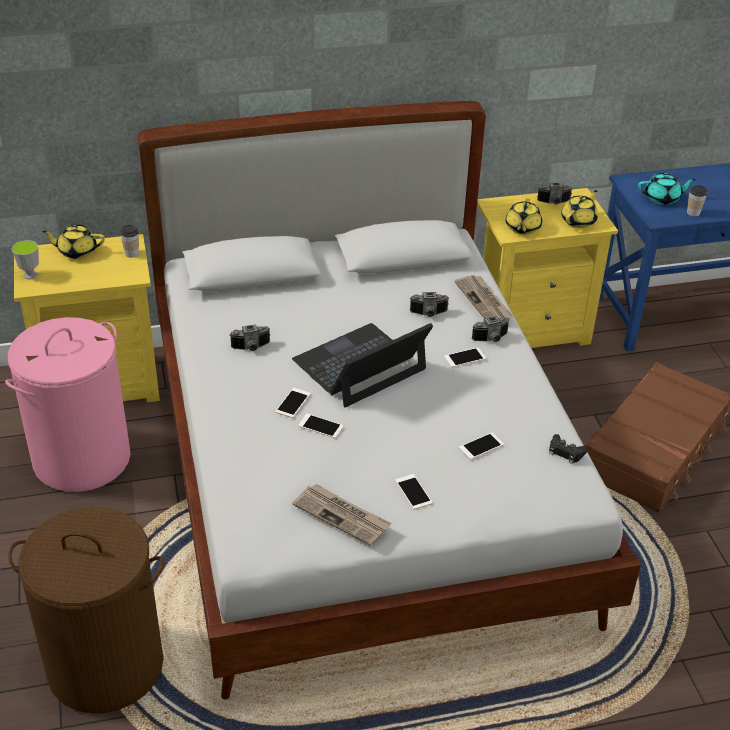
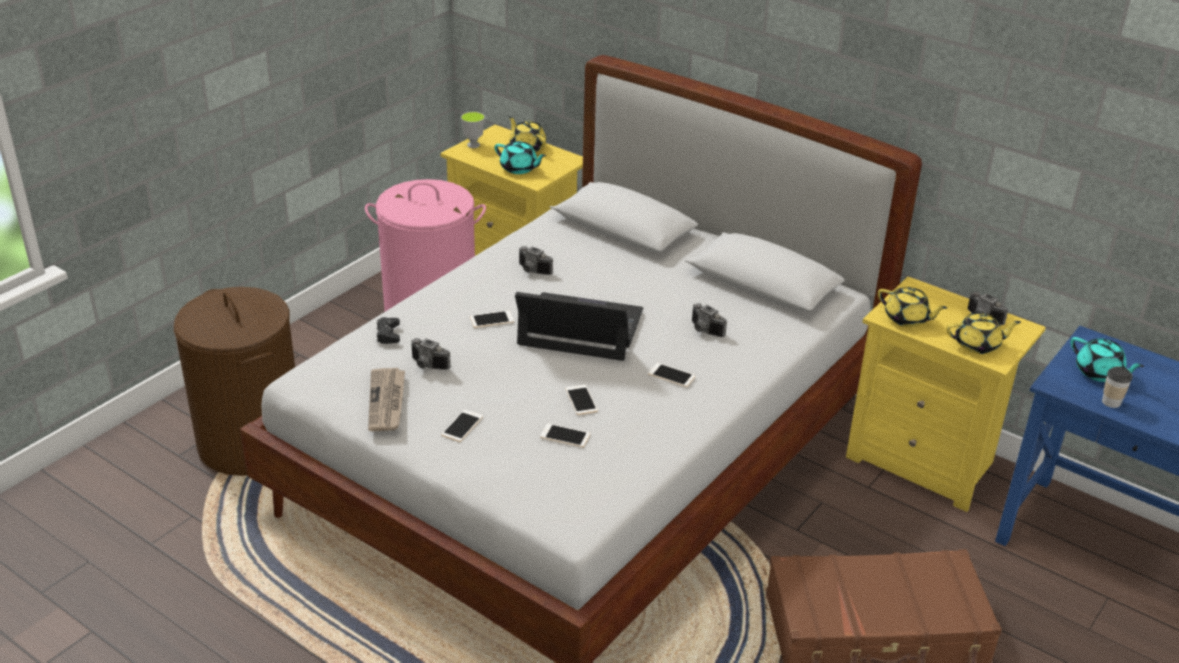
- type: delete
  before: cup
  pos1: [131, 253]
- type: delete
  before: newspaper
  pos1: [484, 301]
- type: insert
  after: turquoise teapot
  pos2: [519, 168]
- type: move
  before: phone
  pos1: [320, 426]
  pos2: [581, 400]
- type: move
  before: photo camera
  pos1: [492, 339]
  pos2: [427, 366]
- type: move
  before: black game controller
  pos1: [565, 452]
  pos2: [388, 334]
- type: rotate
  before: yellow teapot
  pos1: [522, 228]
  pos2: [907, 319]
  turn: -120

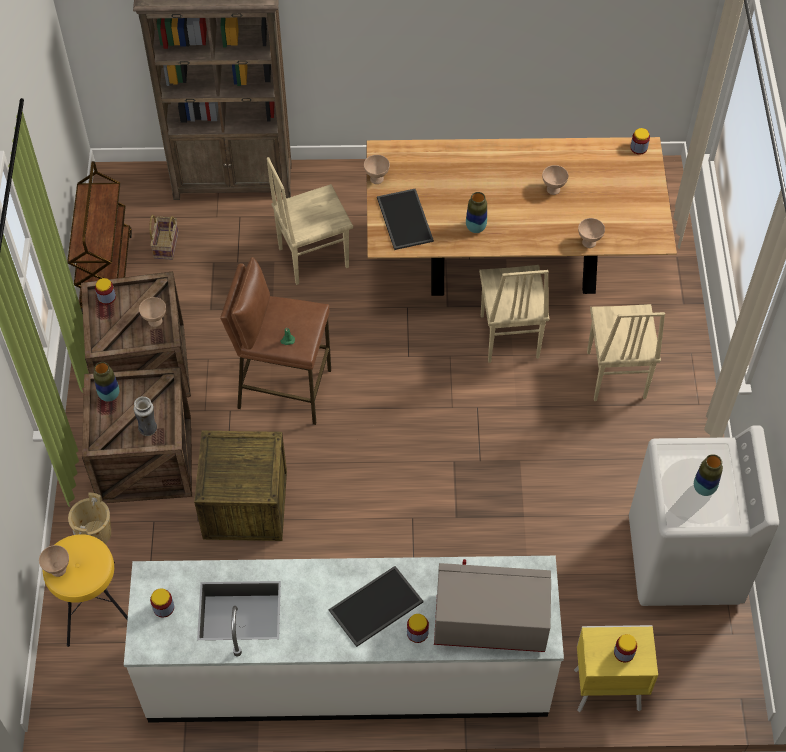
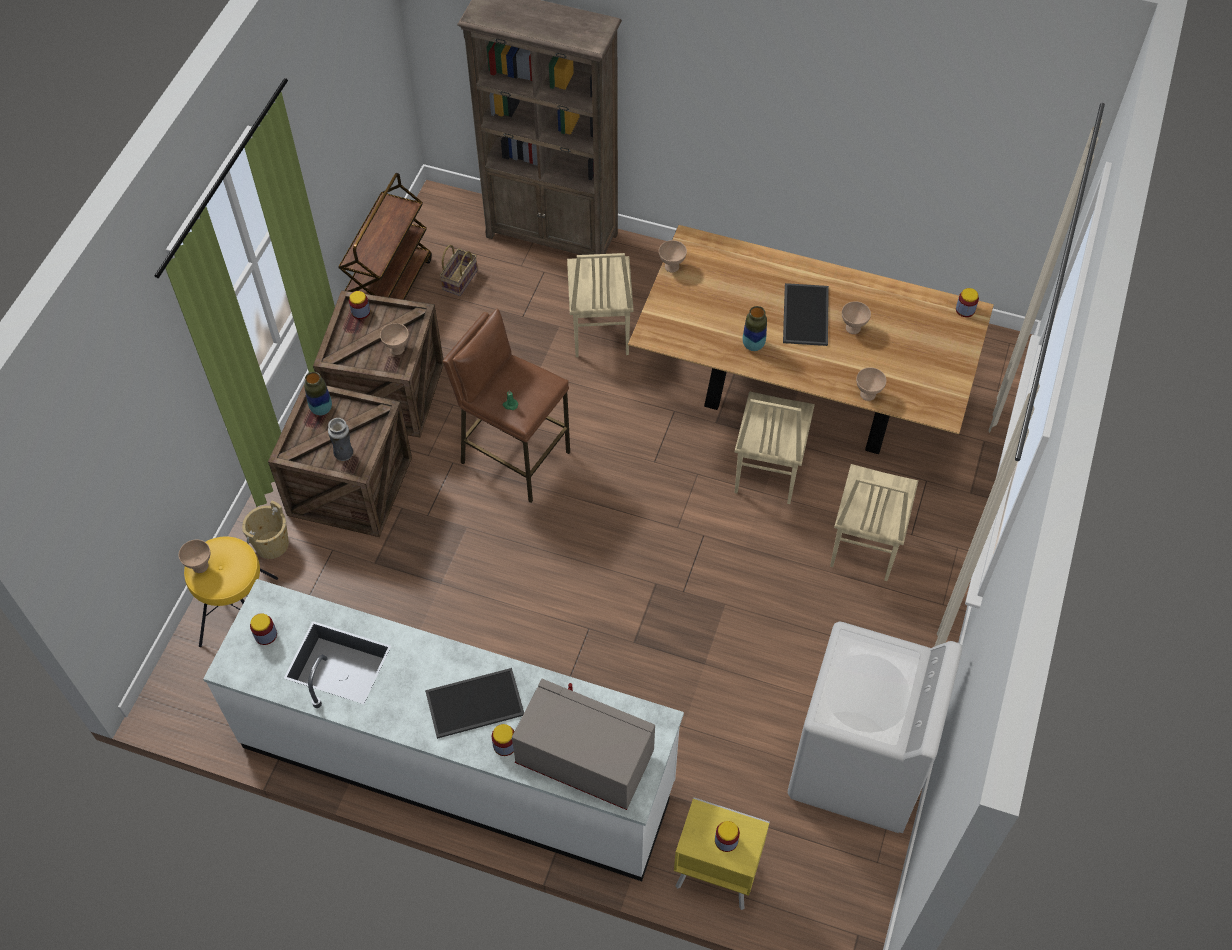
- type: delete
  before: crate
  pos1: [245, 505]
- type: delete
  before: vase
  pos1: [704, 488]
- type: move
  before: tray
  pos1: [403, 219]
  pos2: [804, 314]
- type: rotate
  before: beige chair
  pos1: [312, 257]
  pos2: [599, 333]
  turn: -90

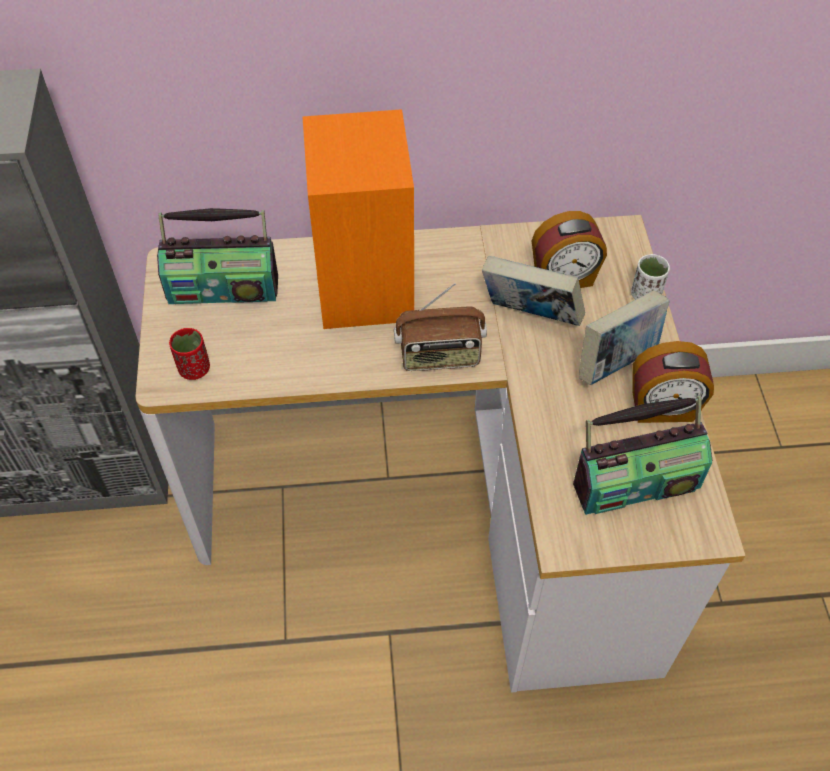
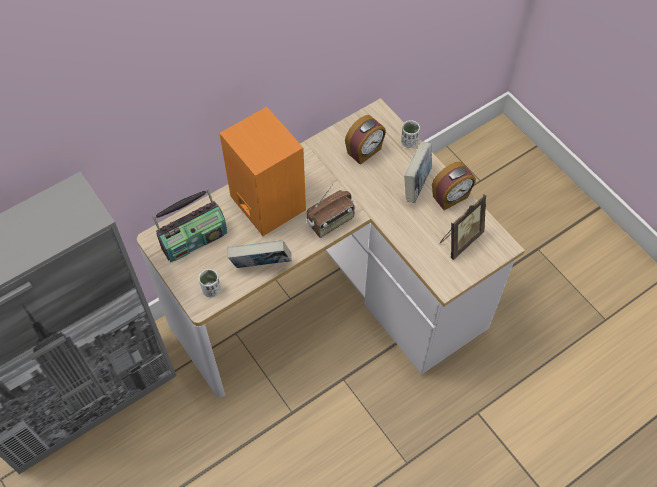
- type: move
  before: book
  pos1: [529, 316]
  pos2: [261, 266]
- type: replace
  before: radio
  after: picture frame
  pos1: [635, 482]
  pos2: [459, 240]
- type: recolor
  before: red cup
  after: white cup
  pos1: [194, 369]
  pos2: [211, 290]

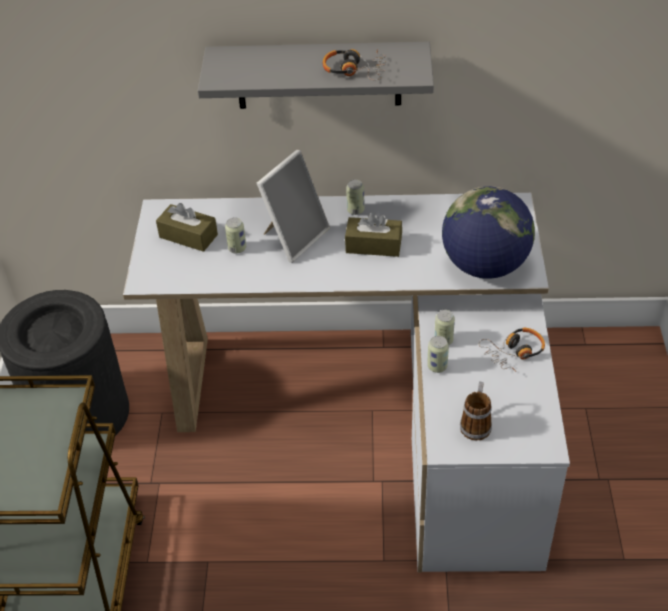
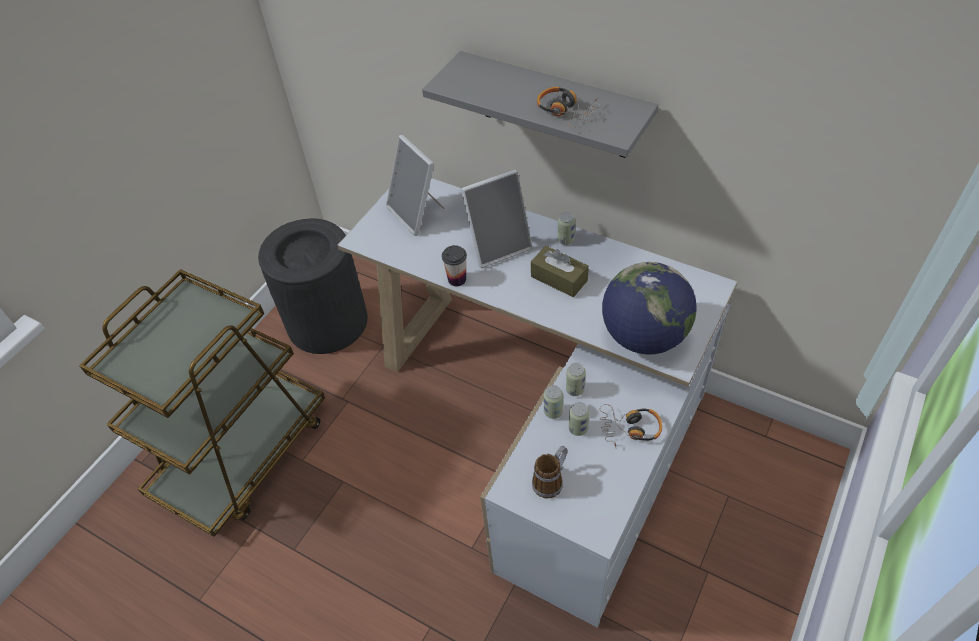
- type: insert
  after: cup
  pos2: [457, 279]
- type: move
  before: can
  pos1: [237, 248]
  pos2: [578, 428]
- type: replace
  before: brown tissue box
  after: picture frame
  pos1: [188, 236]
  pos2: [417, 213]

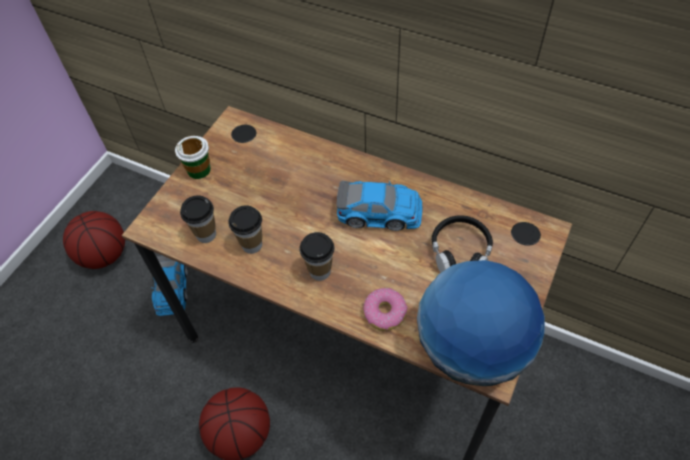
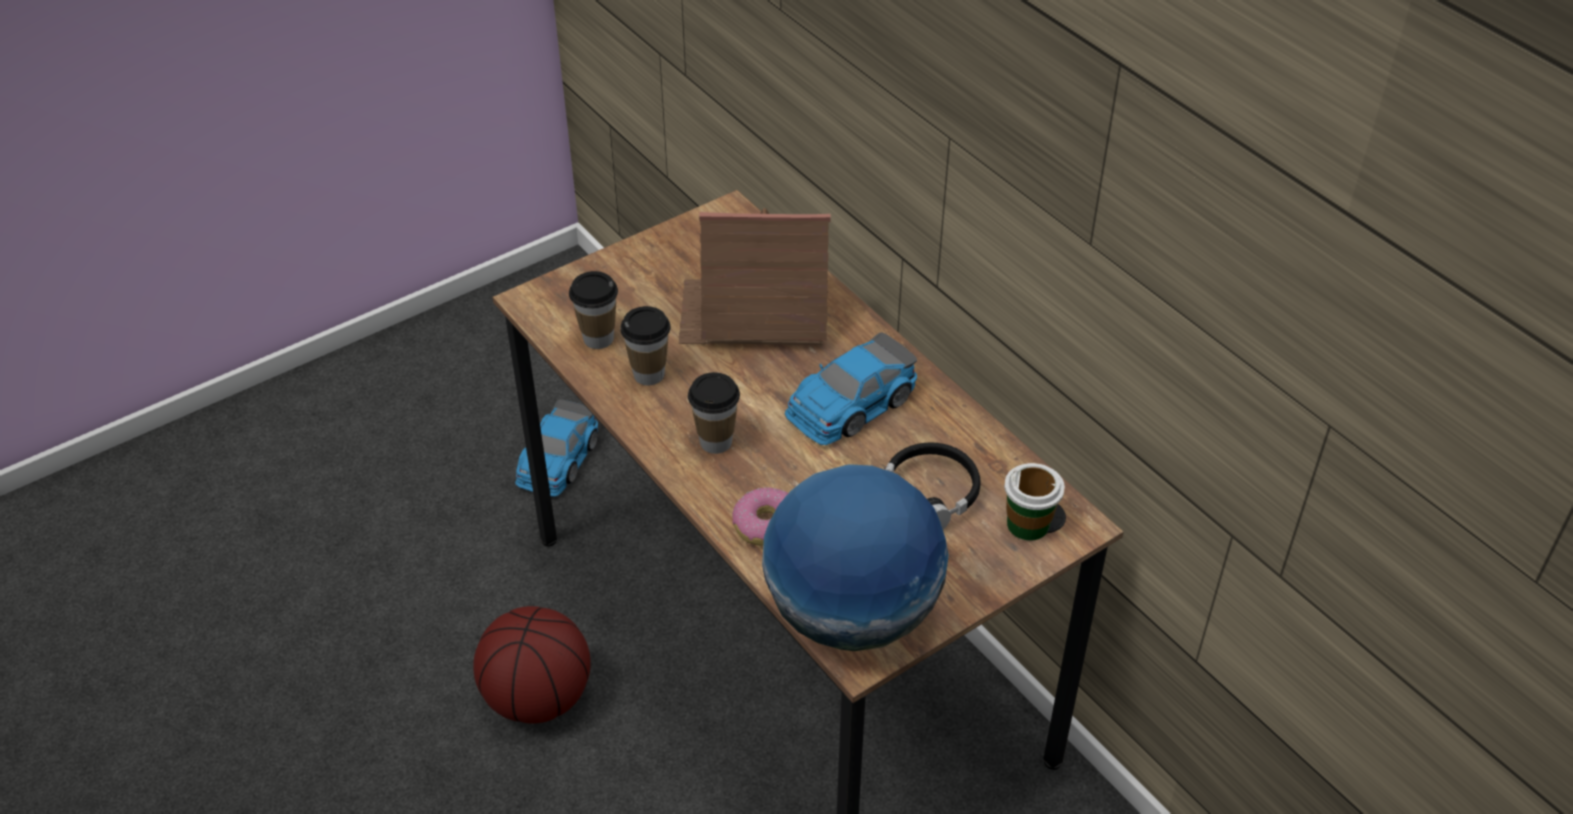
- type: delete
  before: basketball
  pos1: [104, 254]
- type: insert
  after: toy house
  pos2: [756, 313]
- type: move
  before: cup
  pos1: [199, 170]
  pos2: [1028, 524]
- type: rotate
  before: toy car
  pos1: [380, 212]
  pos2: [850, 404]
  turn: 105

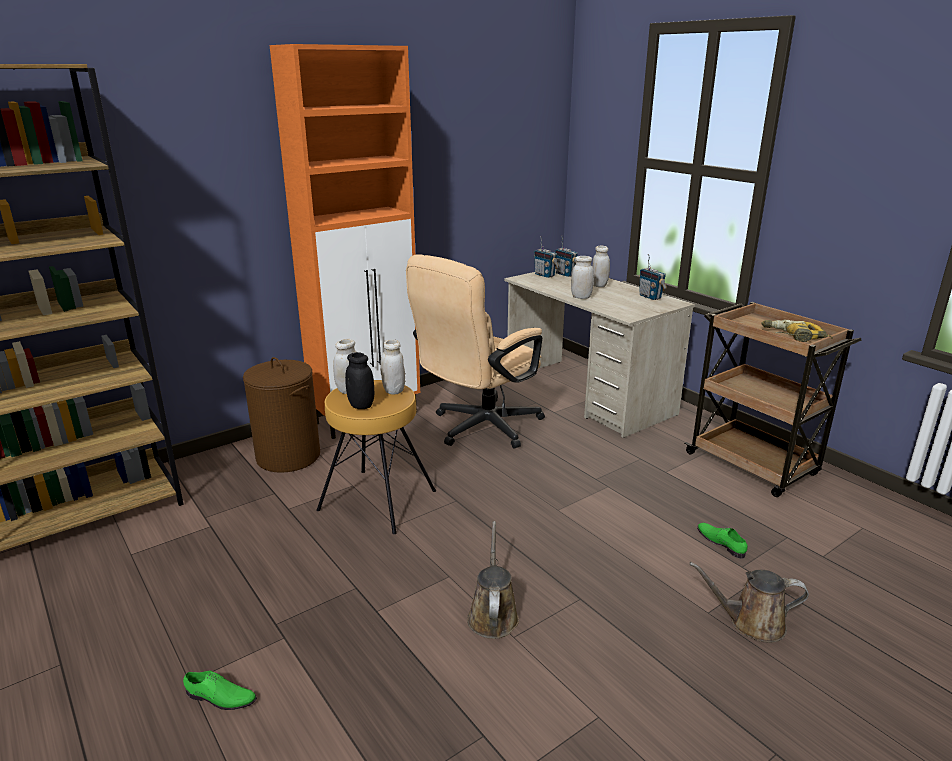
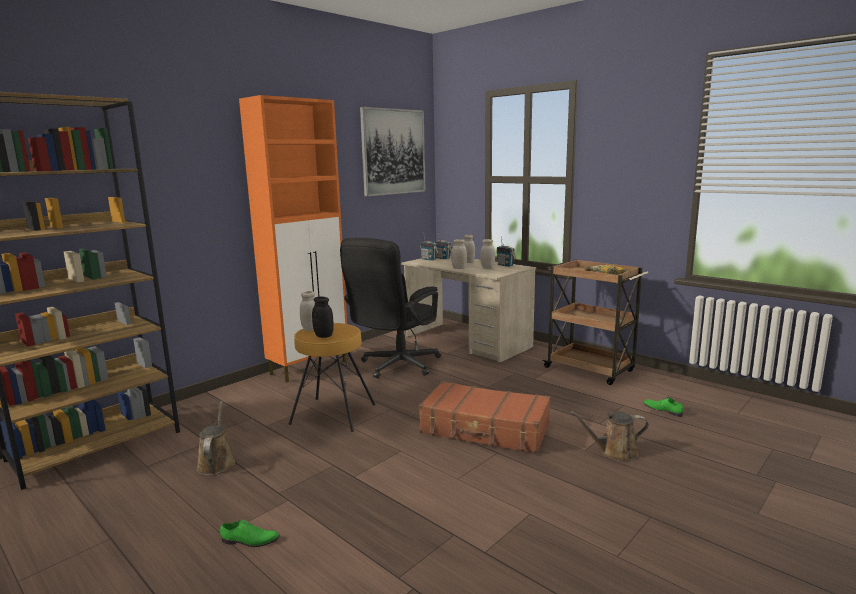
- type: delete
  before: brown laundry basket
  pos1: [288, 456]
- type: insert
  after: picture
  pos2: [393, 152]
- type: insert
  after: brown suitcase
  pos2: [485, 429]
- type: move
  before: white jar
  pos1: [393, 390]
  pos2: [487, 268]
- type: move
  before: brown watering can
  pos1: [492, 615]
  pos2: [216, 463]
- type: move
  before: green shoe
  pos1: [721, 542]
  pos2: [663, 409]
- type: recolor
  before: beige office chair
  after: black office chair
  pos1: [479, 428]
  pos2: [395, 367]

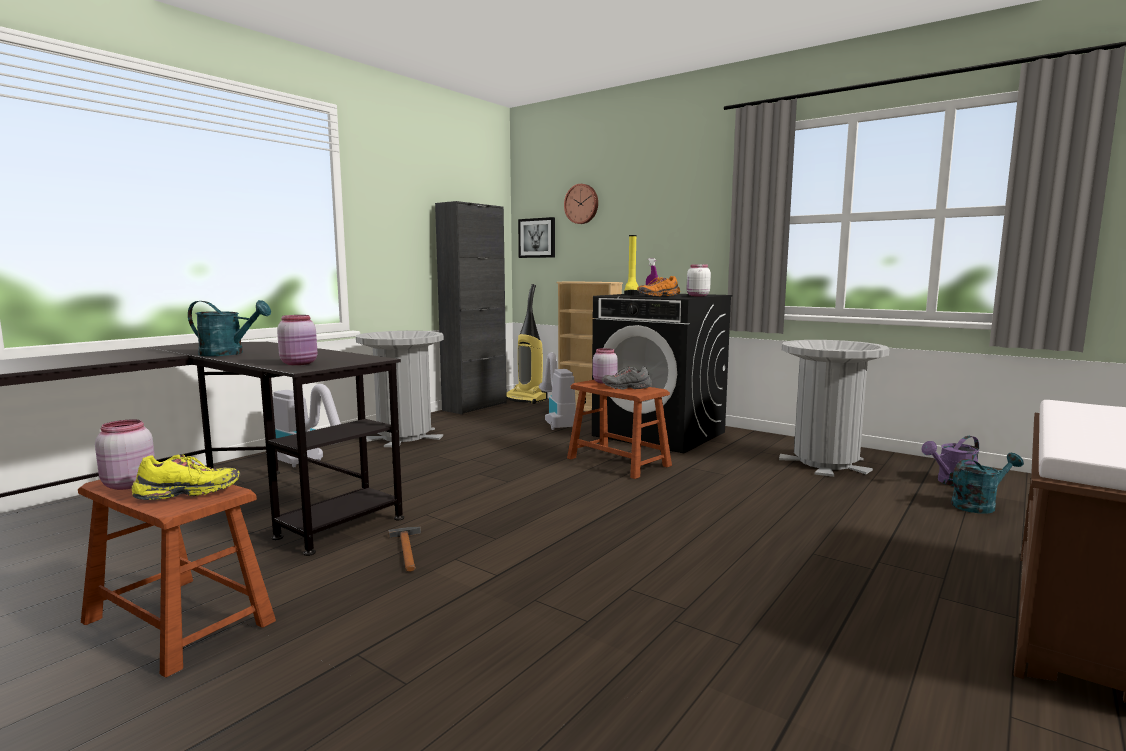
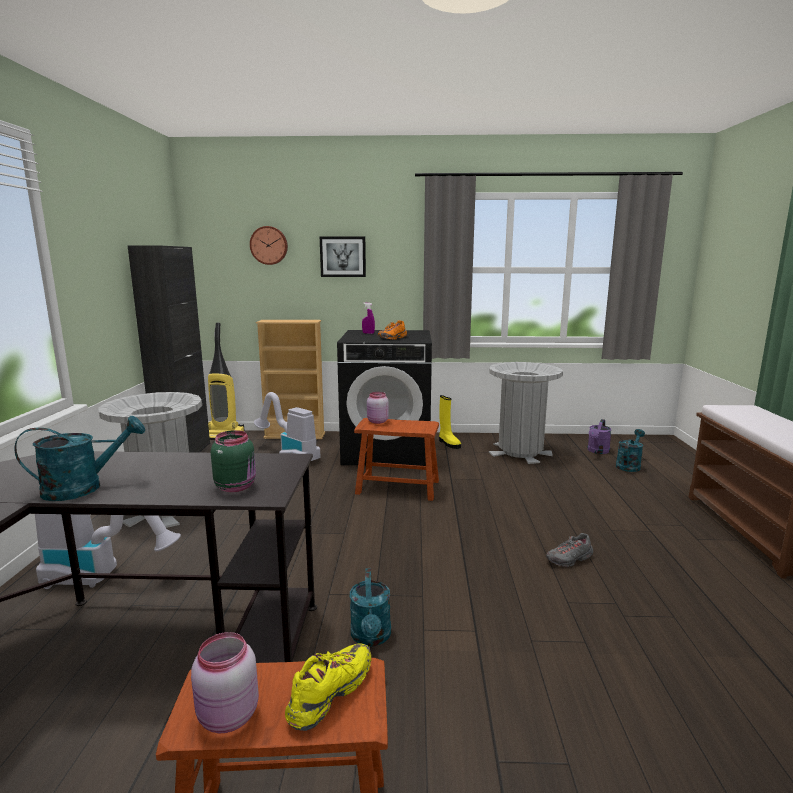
- type: delete
  before: white jar
  pos1: [697, 296]
- type: move
  before: picture
  pos1: [537, 238]
  pos2: [343, 257]
- type: move
  before: grey shoe
  pos1: [626, 388]
  pos2: [569, 559]
- type: move
  before: yellow boot
  pos1: [631, 294]
  pos2: [448, 443]
- type: replace
  before: hammer
  after: turquoise watering can
  pos1: [407, 549]
  pos2: [371, 637]
- type: recolor
  before: pink jar
  after: green jar
  pos1: [300, 363]
  pos2: [236, 486]

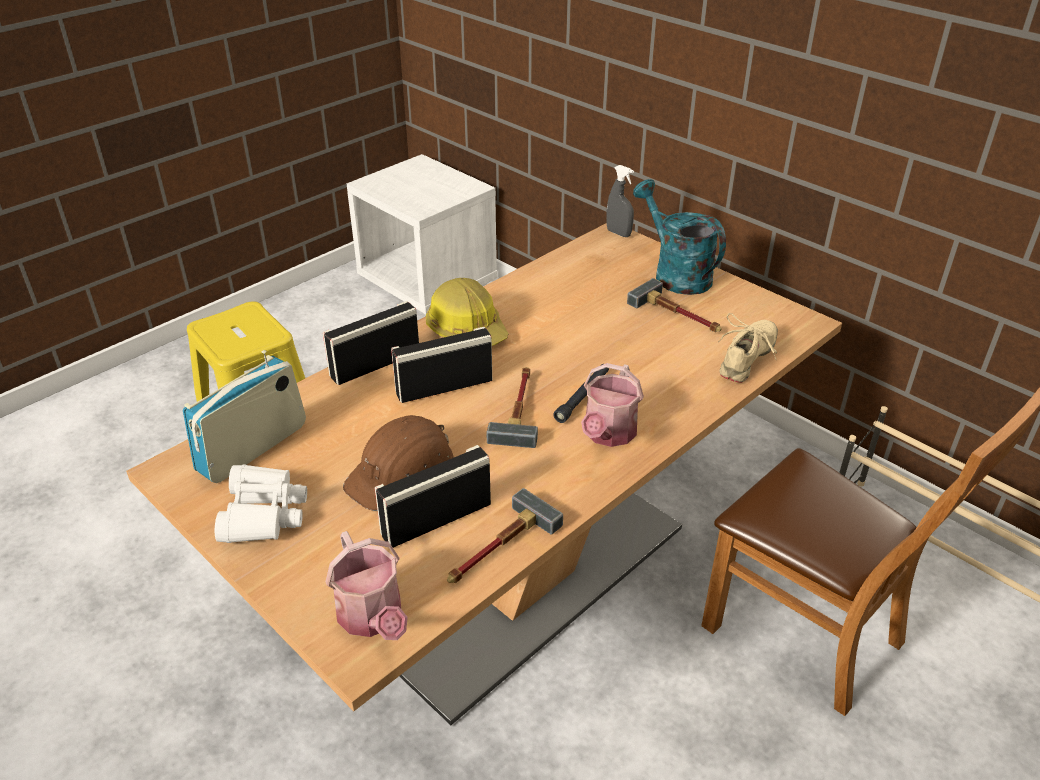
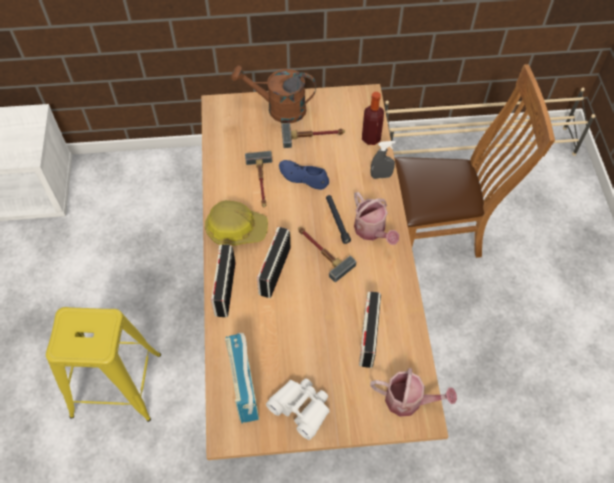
- type: delete
  before: brown hard hat
  pos1: [403, 472]
- type: insert
  after: blue shoe
  pos2: [303, 177]
- type: move
  before: hammer
  pos1: [497, 548]
  pos2: [261, 182]
- type: move
  before: grey spray bottle
  pos1: [618, 233]
  pos2: [381, 176]
- type: replace
  before: beige shoe
  after: bottle
  pos1: [748, 358]
  pos2: [371, 138]
- type: recolor
  before: turquoise watering can
  after: brown watering can
  pos1: [675, 273]
  pos2: [279, 109]

